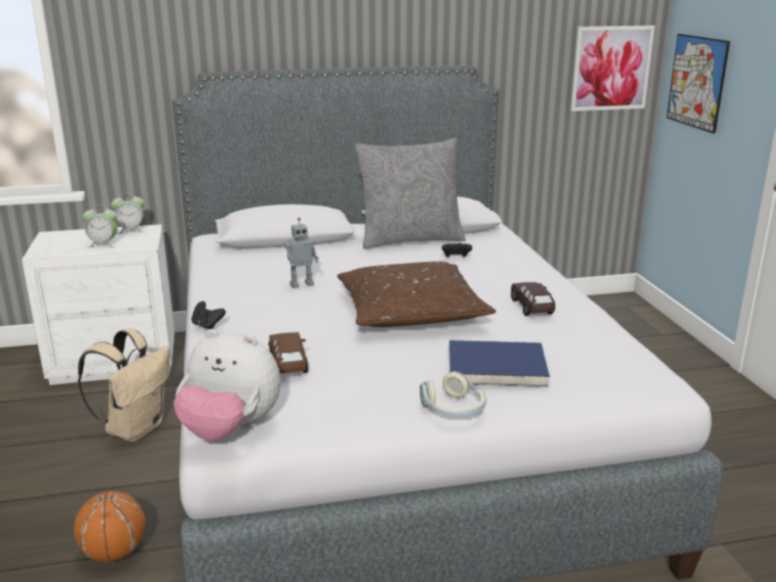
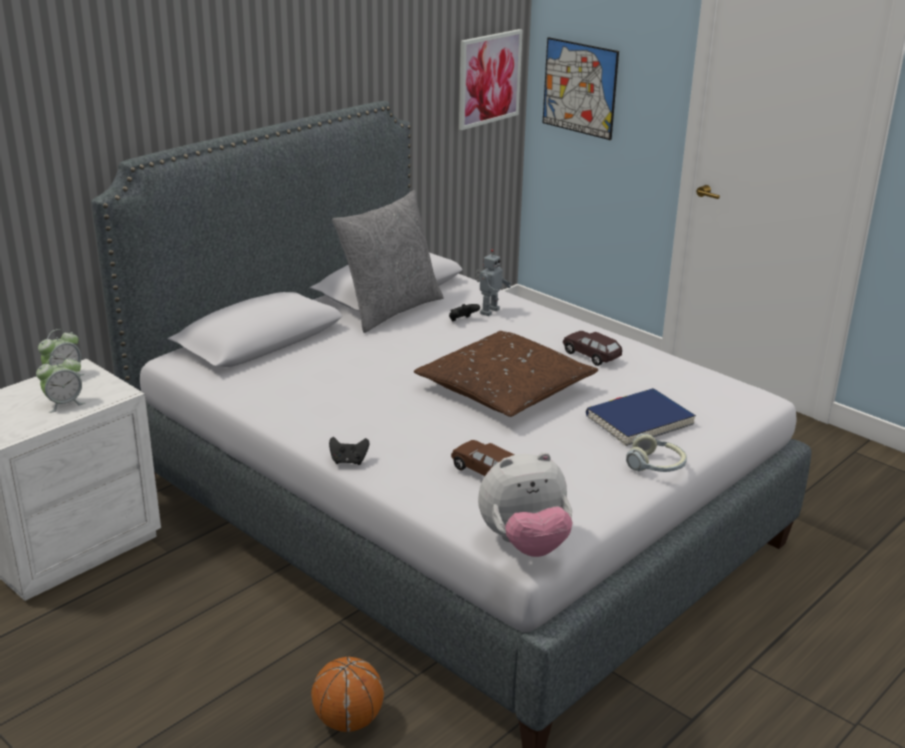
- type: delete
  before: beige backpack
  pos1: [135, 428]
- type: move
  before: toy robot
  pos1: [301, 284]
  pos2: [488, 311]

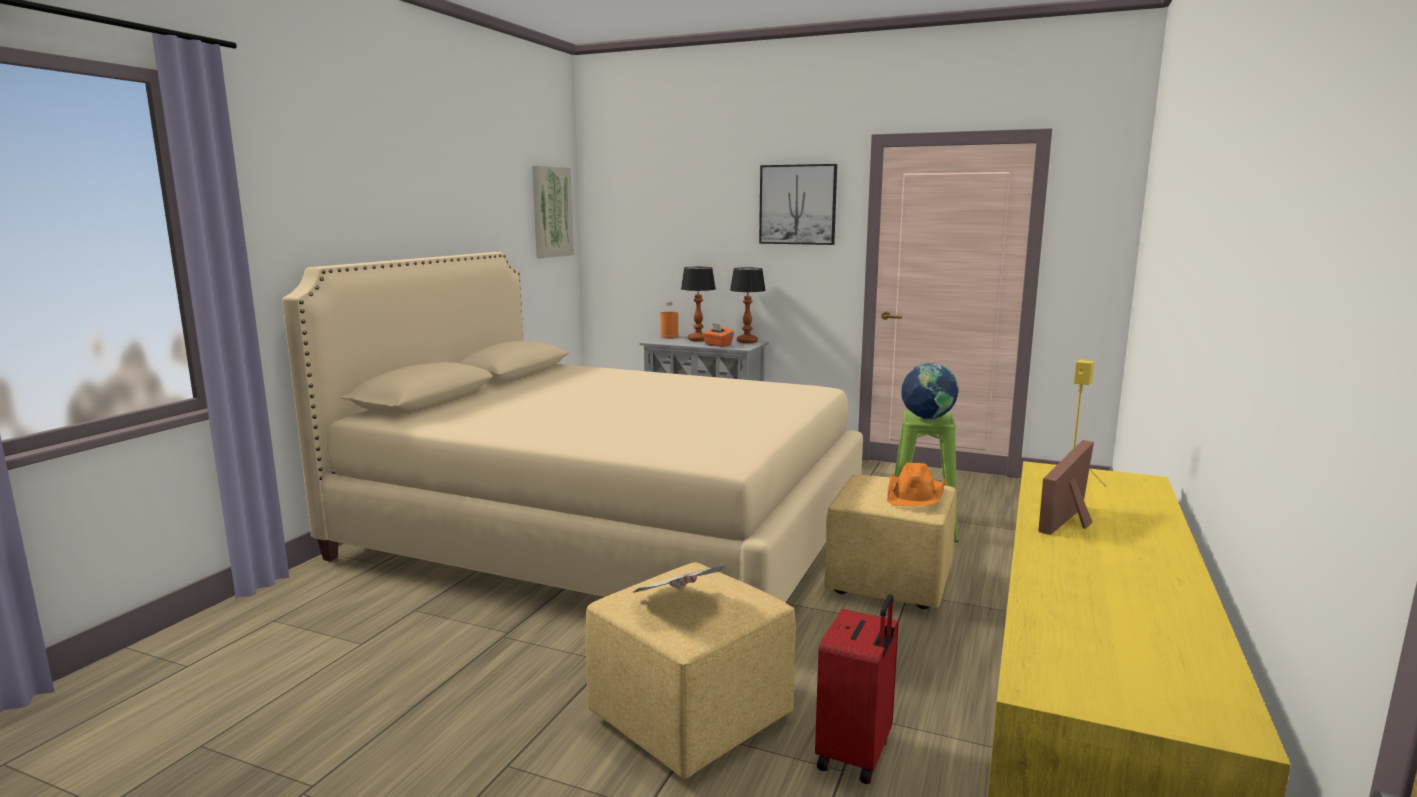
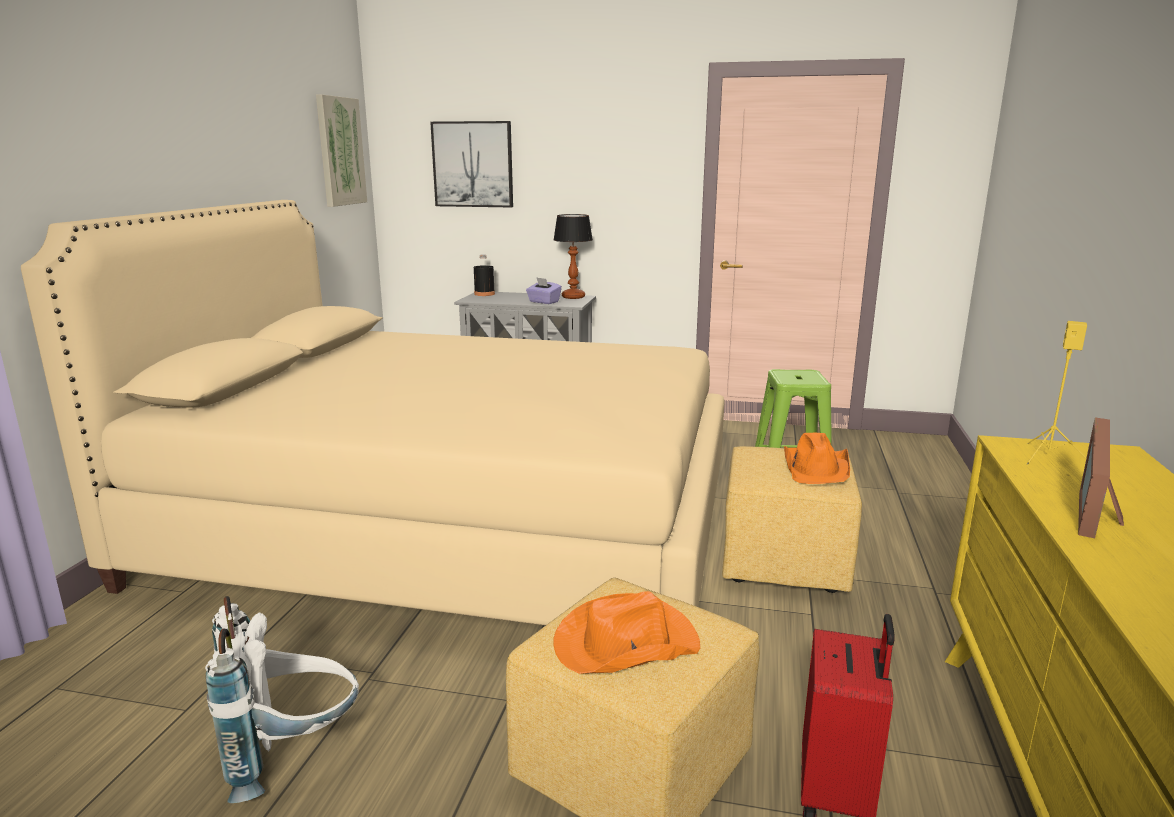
- type: delete
  before: table lamp
  pos1: [698, 339]
- type: delete
  before: globe
  pos1: [928, 419]
- type: insert
  after: white backpack
  pos2: [292, 755]
- type: move
  before: picture
  pos1: [798, 204]
  pos2: [473, 164]
- type: replace
  before: newspaper
  after: orange hat
  pos1: [678, 604]
  pos2: [624, 644]
- type: recolor
  before: orange bottle
  after: black bottle
  pos1: [669, 337]
  pos2: [484, 294]
- type: recolor
  before: orange tissue box
  after: purple tissue box
  pos1: [717, 345]
  pos2: [543, 302]

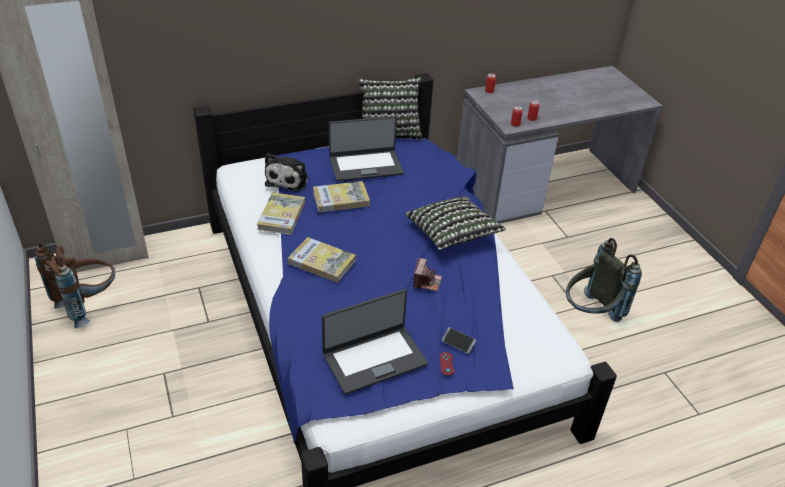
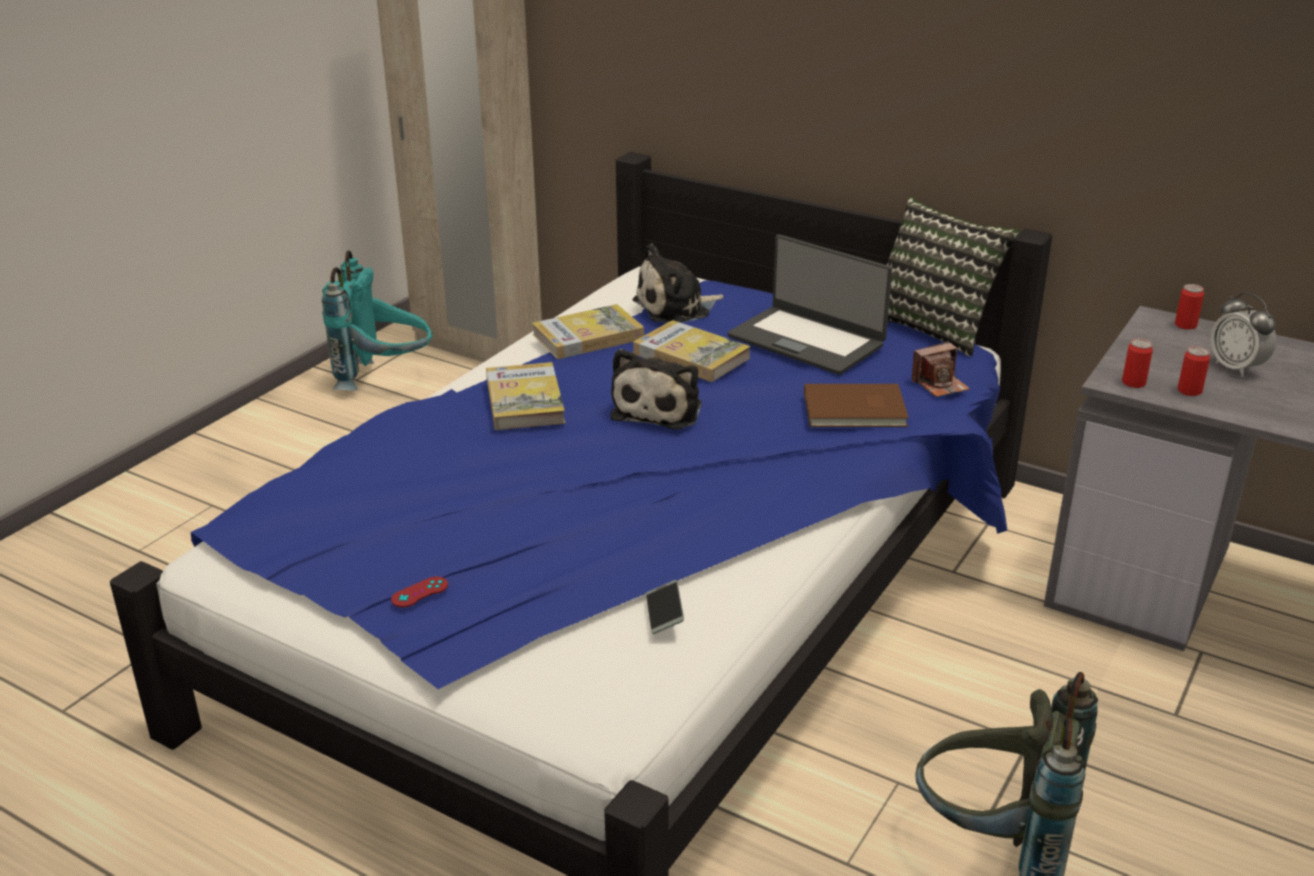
- type: delete
  before: laptop
  pos1: [374, 358]
- type: delete
  before: pillow
  pos1: [452, 234]
- type: insert
  after: plush toy
  pos2: [660, 409]
- type: insert
  after: brown book
  pos2: [856, 410]
- type: insert
  after: alarm clock
  pos2: [1236, 368]
- type: move
  before: photo camera
  pos1: [426, 281]
  pos2: [940, 385]
- type: move
  before: phone
  pos1: [458, 342]
  pos2: [664, 613]
- type: recolor
  before: brown backpack
  after: turquoise backpack
  pos1: [88, 304]
  pos2: [385, 379]

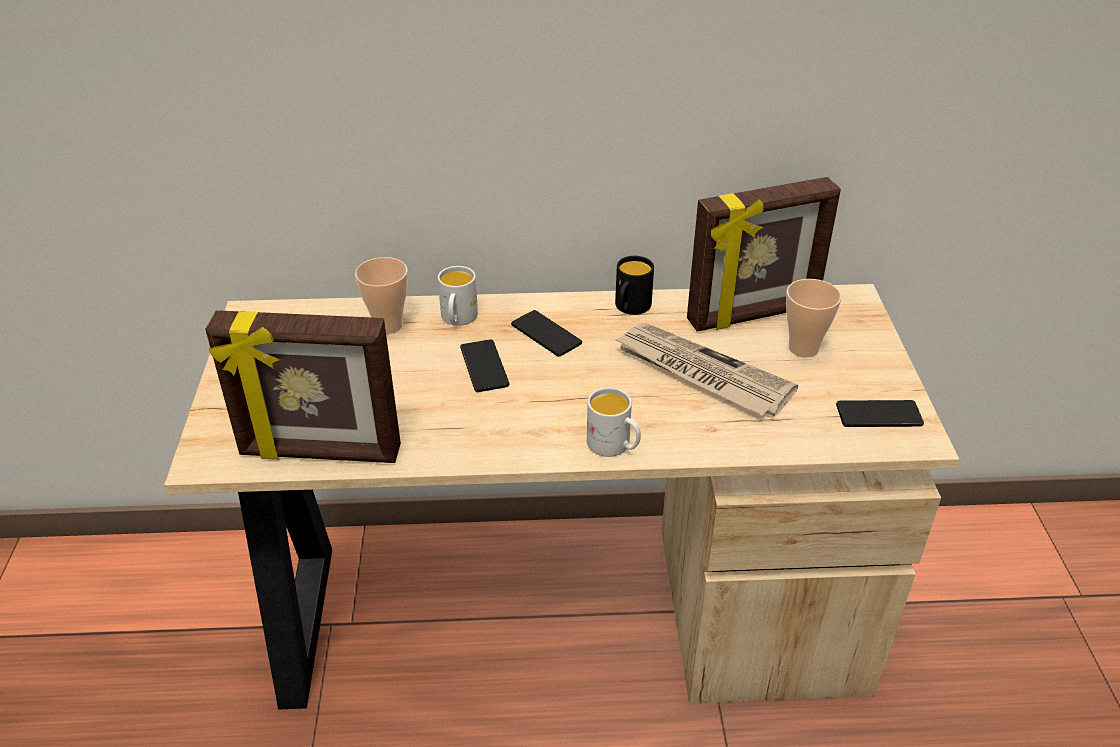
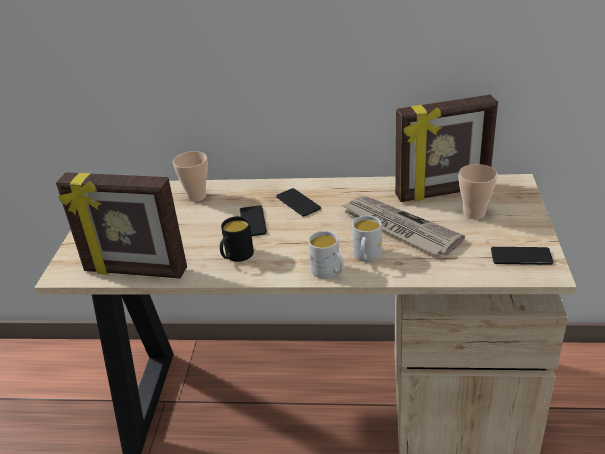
- type: move
  before: white mug
  pos1: [458, 319]
  pos2: [366, 257]
- type: move
  before: black mug
  pos1: [630, 308]
  pos2: [236, 256]

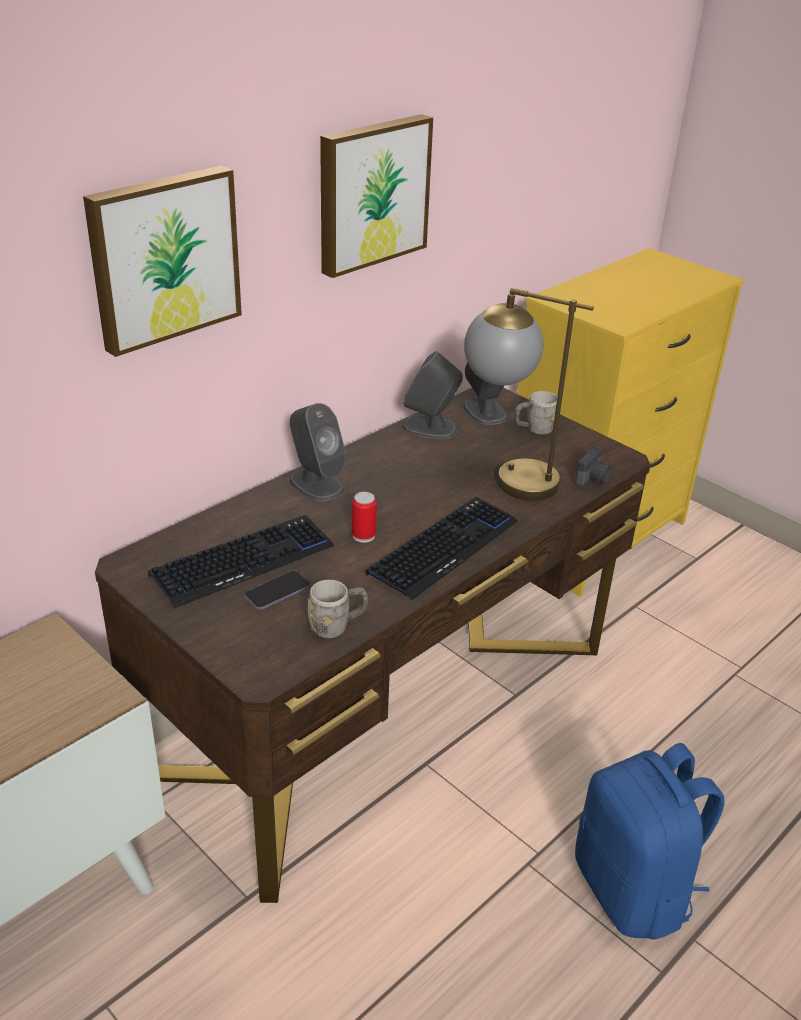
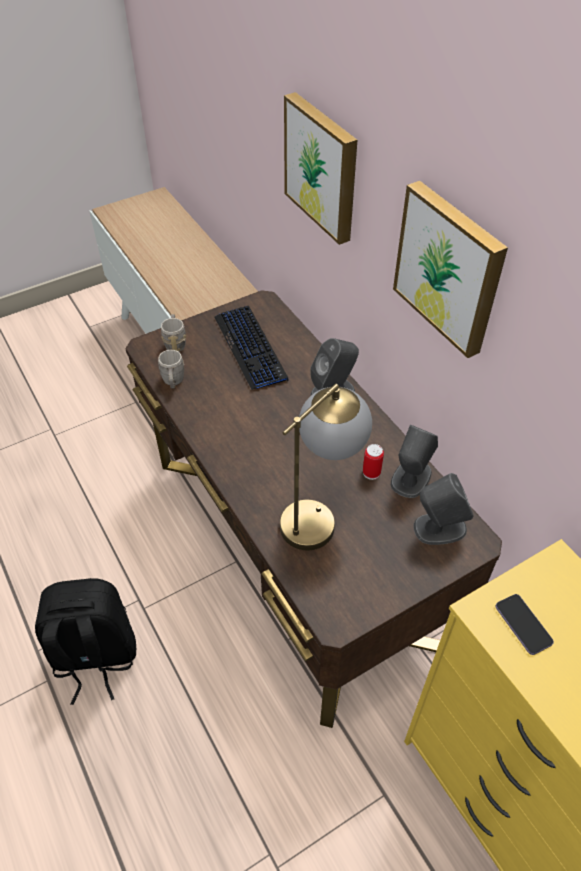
- type: delete
  before: keyboard
  pos1: [444, 548]
- type: delete
  before: photo camera
  pos1: [593, 478]
- type: move
  before: phone
  pos1: [277, 592]
  pos2: [523, 625]
- type: move
  before: can
  pos1: [363, 536]
  pos2: [371, 472]
- type: move
  before: grey mug
  pos1: [534, 429]
  pos2: [175, 342]
- type: recolor
  before: blue backpack
  after: black backpack
  pos1: [633, 890]
  pos2: [94, 657]

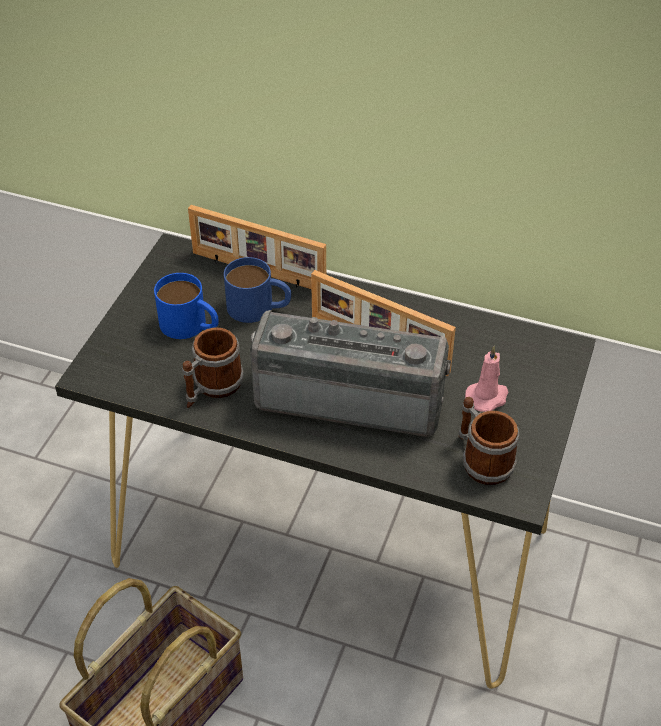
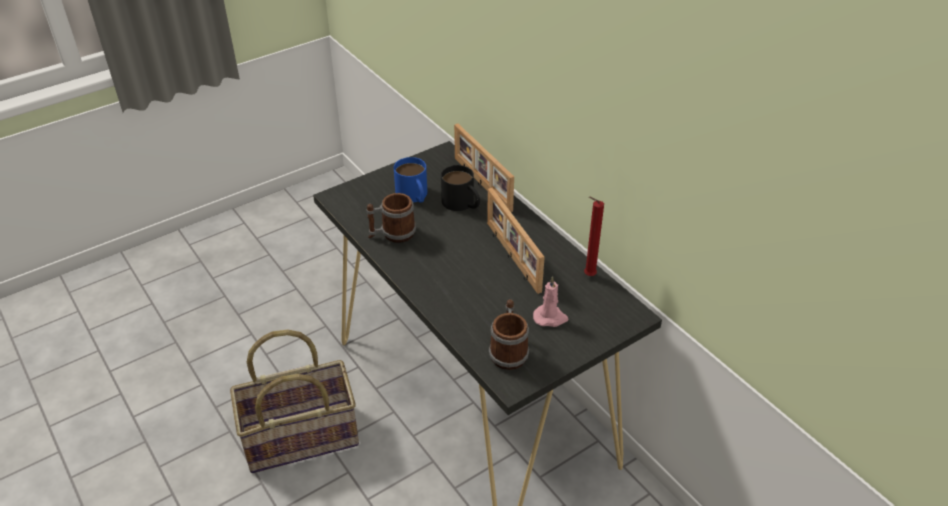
- type: delete
  before: radio
  pos1: [351, 396]
- type: insert
  after: red candle
  pos2: [587, 276]
- type: recolor
  before: blue mug
  after: black mug
  pos1: [259, 308]
  pos2: [462, 204]

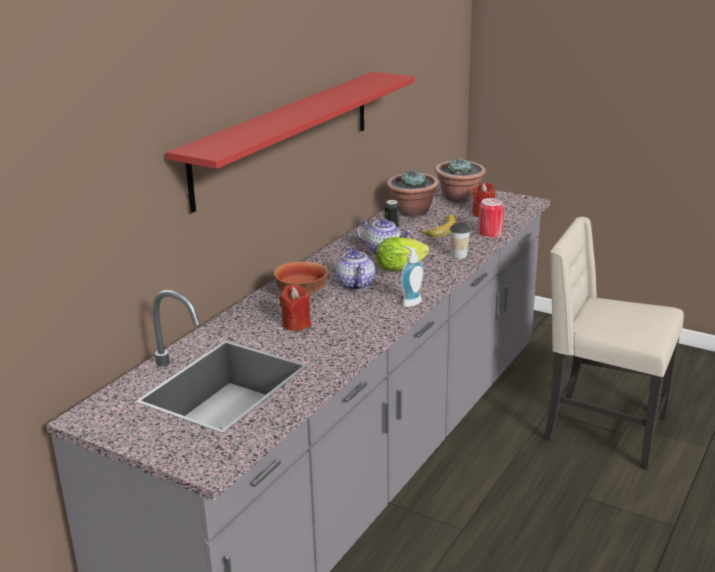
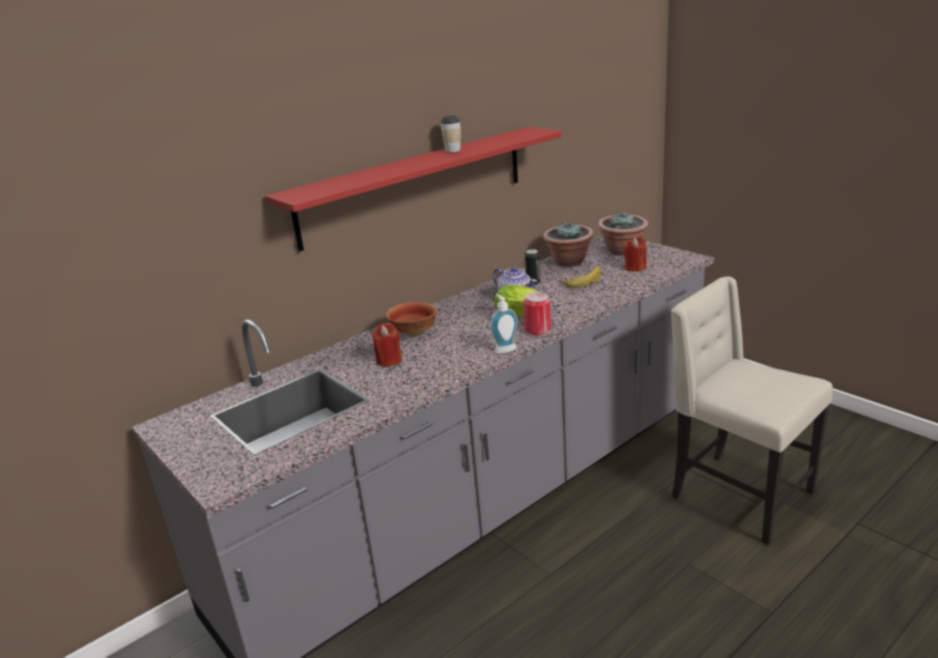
- type: delete
  before: teapot
  pos1: [354, 285]
- type: move
  before: cup
  pos1: [459, 255]
  pos2: [453, 150]
- type: move
  before: can
  pos1: [490, 233]
  pos2: [538, 330]

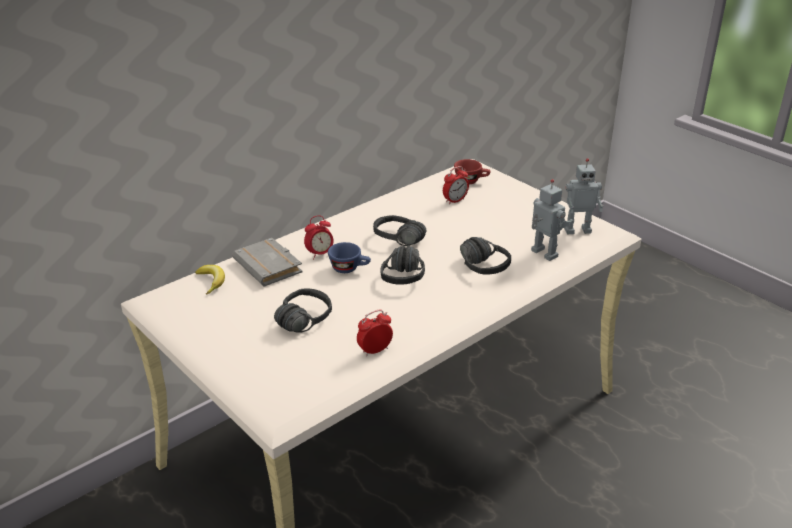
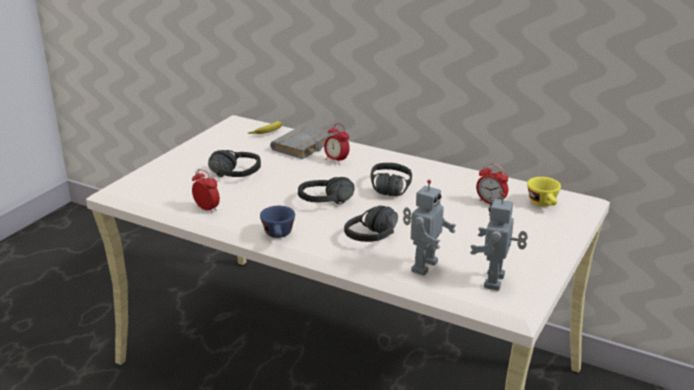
- type: move
  before: blue cup
  pos1: [349, 268]
  pos2: [279, 235]
- type: recolor
  before: red cup
  after: yellow cup
  pos1: [471, 181]
  pos2: [544, 204]
- type: rotate
  before: toy robot
  pos1: [577, 230]
  pos2: [496, 282]
  turn: 45

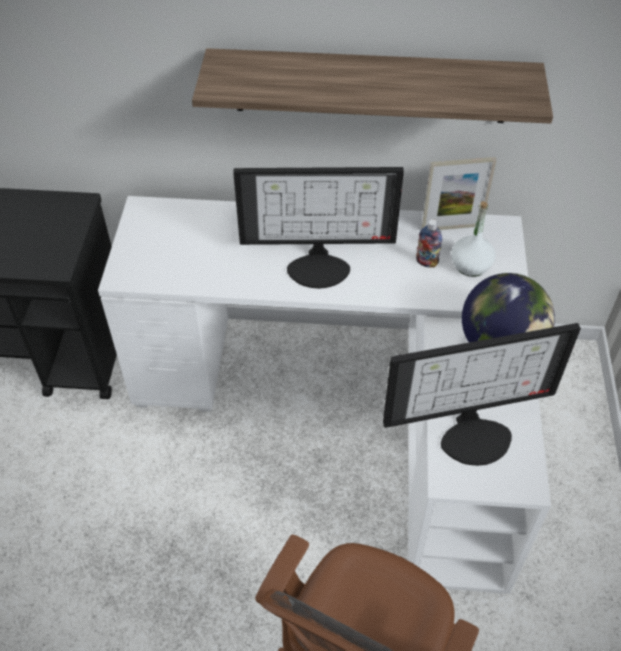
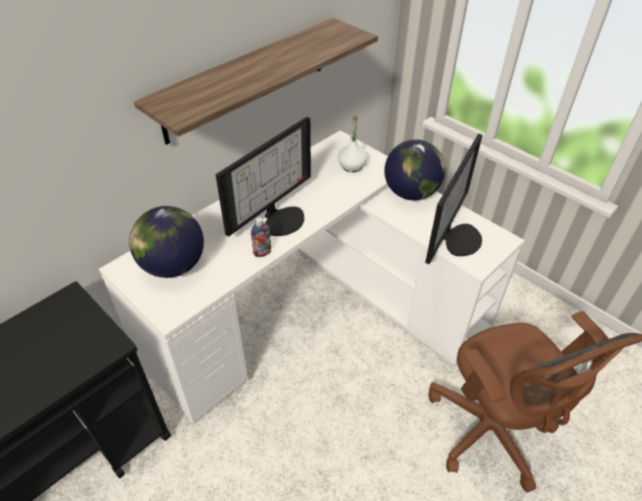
- type: delete
  before: picture frame
  pos1: [451, 227]
- type: insert
  after: globe
  pos2: [173, 266]
- type: move
  before: bottle
  pos1: [426, 262]
  pos2: [262, 253]

